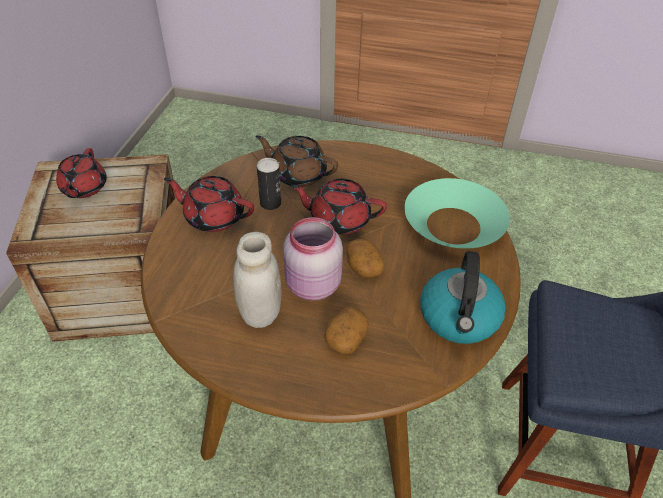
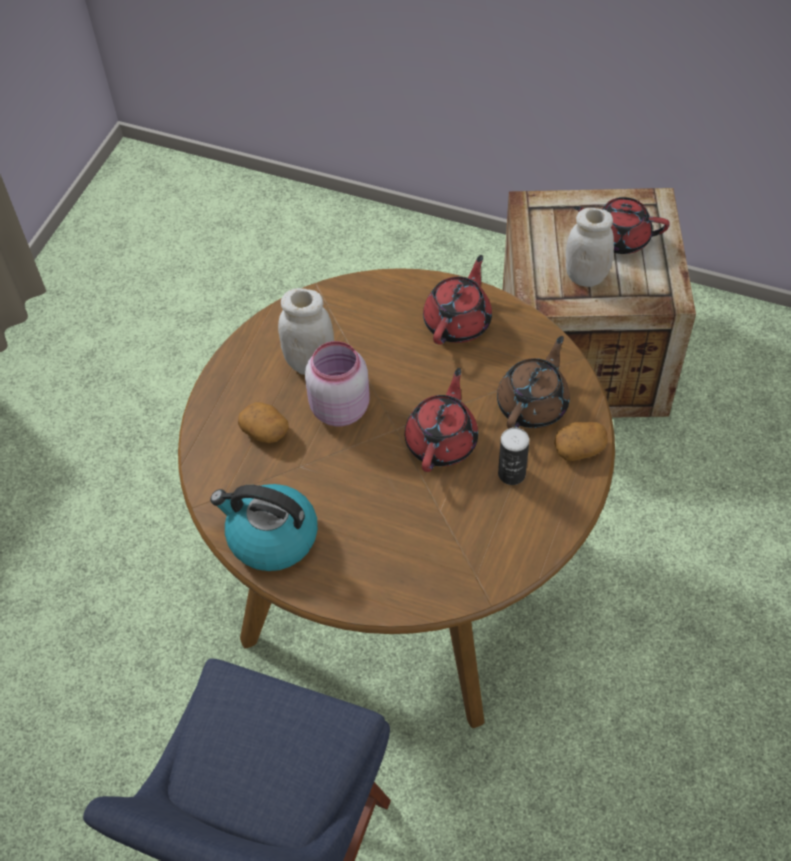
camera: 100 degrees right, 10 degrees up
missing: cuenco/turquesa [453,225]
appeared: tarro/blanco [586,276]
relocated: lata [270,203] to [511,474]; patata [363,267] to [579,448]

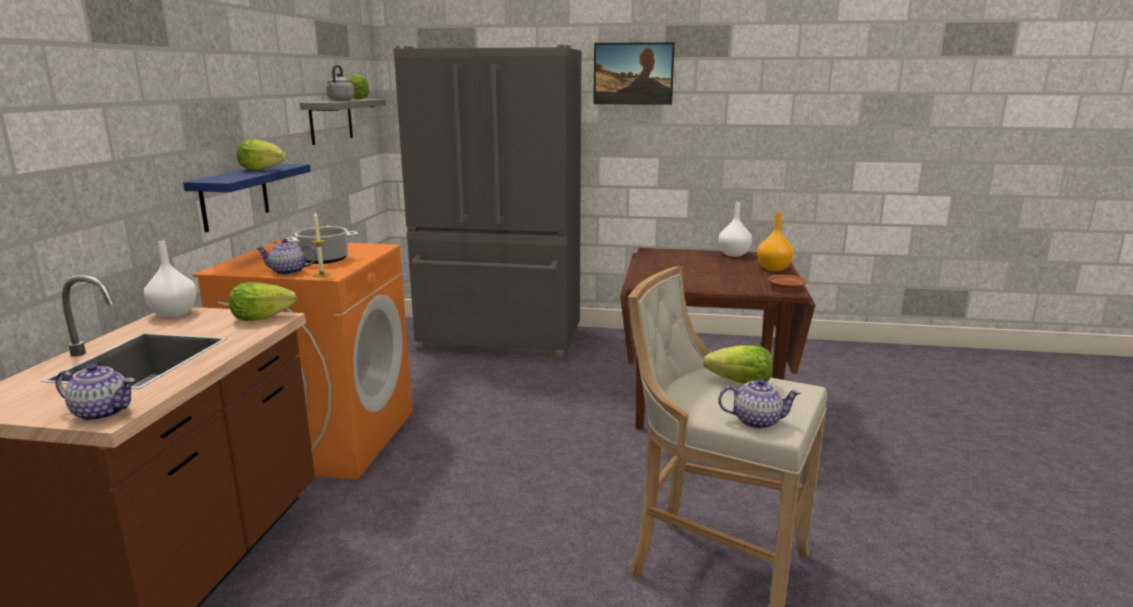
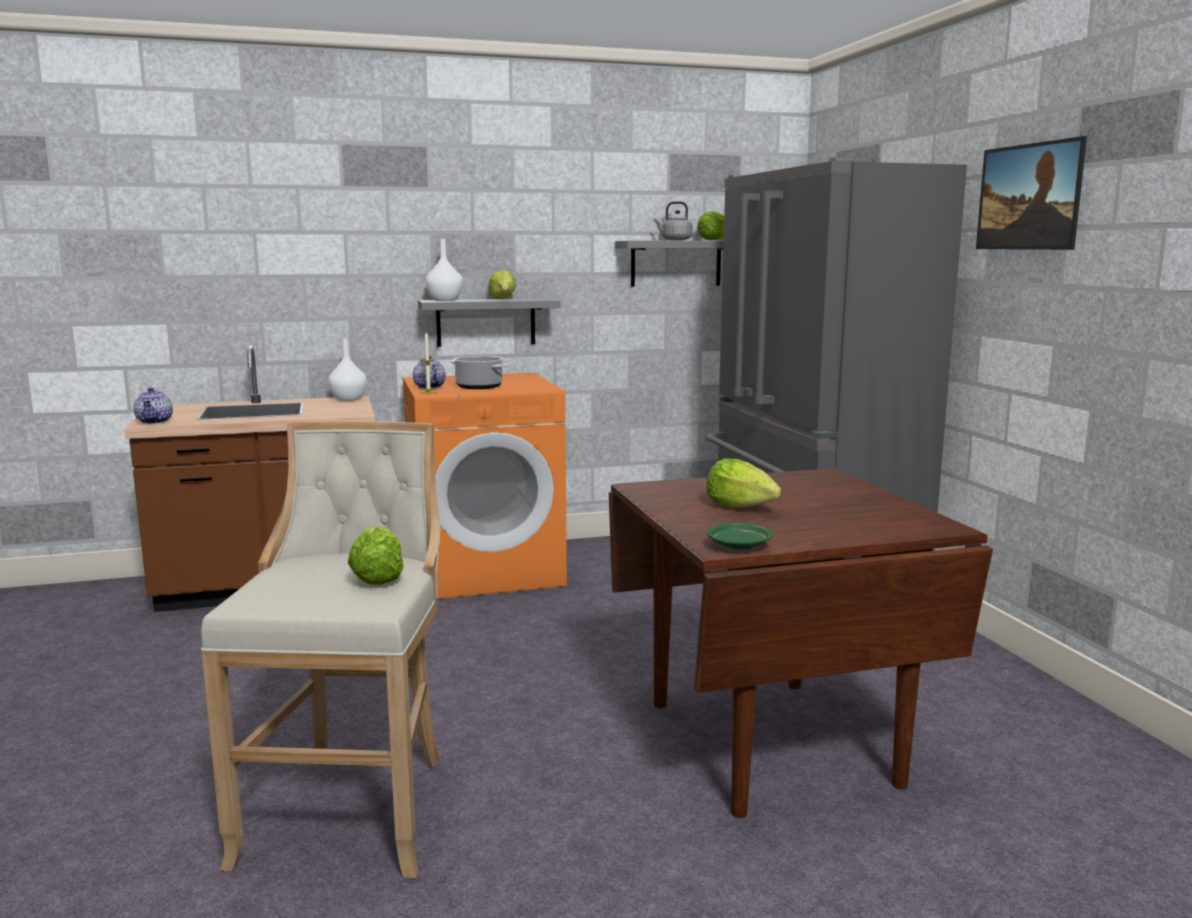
camera: 65 degrees right, 5 degrees down
missing: tetera [757,421]; florero/naranja [774,268]
relocated: lechuga [261,318] to [739,507]; florero/blanco [734,254] to [444,300]
colour: estante/azul [235,196] to estante/gris [486,322]; plato/marrón [786,287] to plato/verde [739,545]

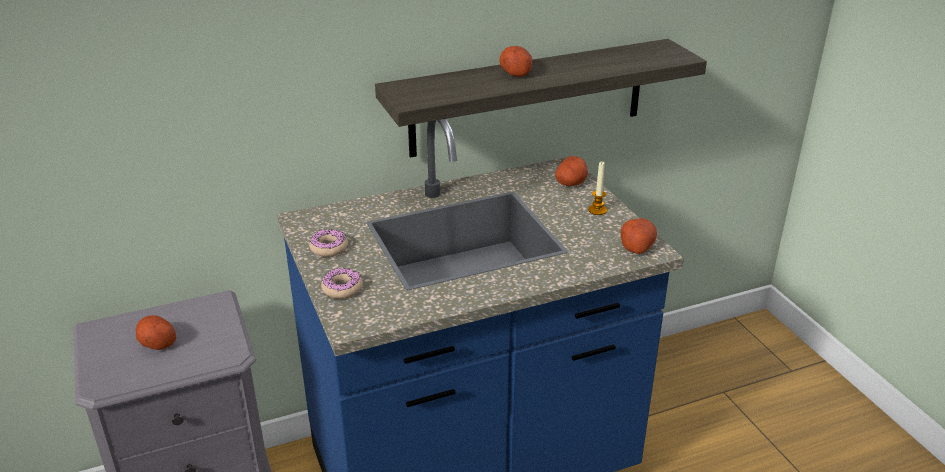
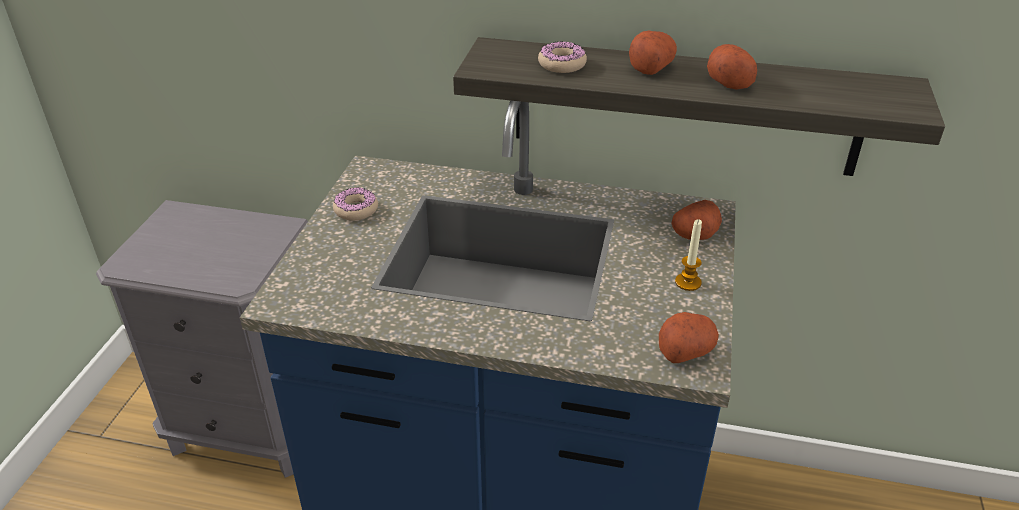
camera: 35 degrees right, 5 degrees up
relocated: patata [156,342] to [727,81]; rosquilla [342,288] to [562,64]

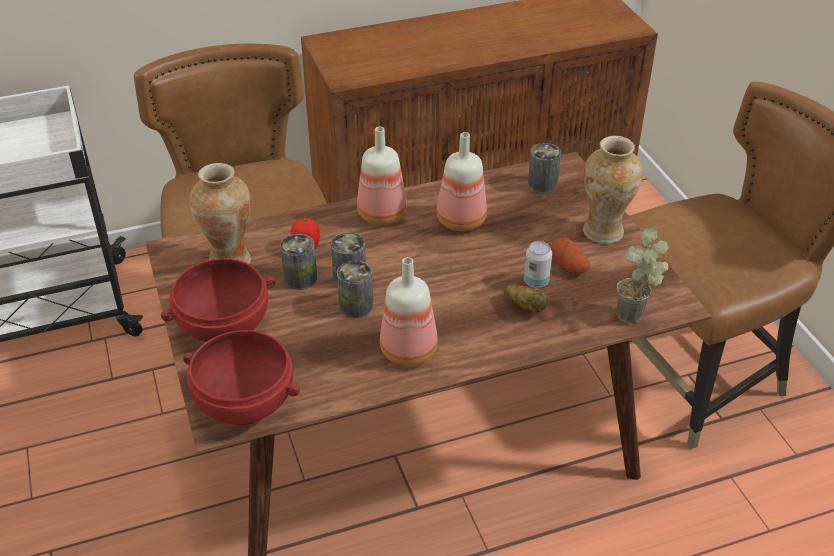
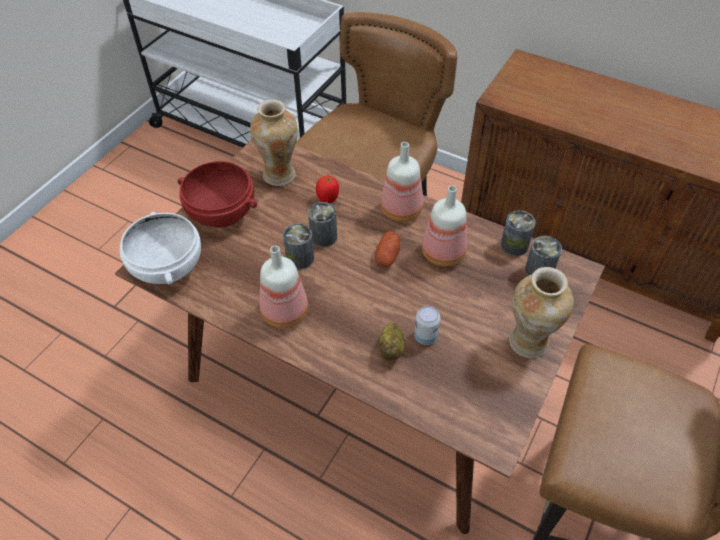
camera: 50 degrees right, 10 degrees up
missing: planta en maceta [636,318]
relocated: lata [300,278] to [514,245]; patata [569,265] to [387,256]
colour: cuenco/rojo [244,405] to cuenco/blanco [167,267]

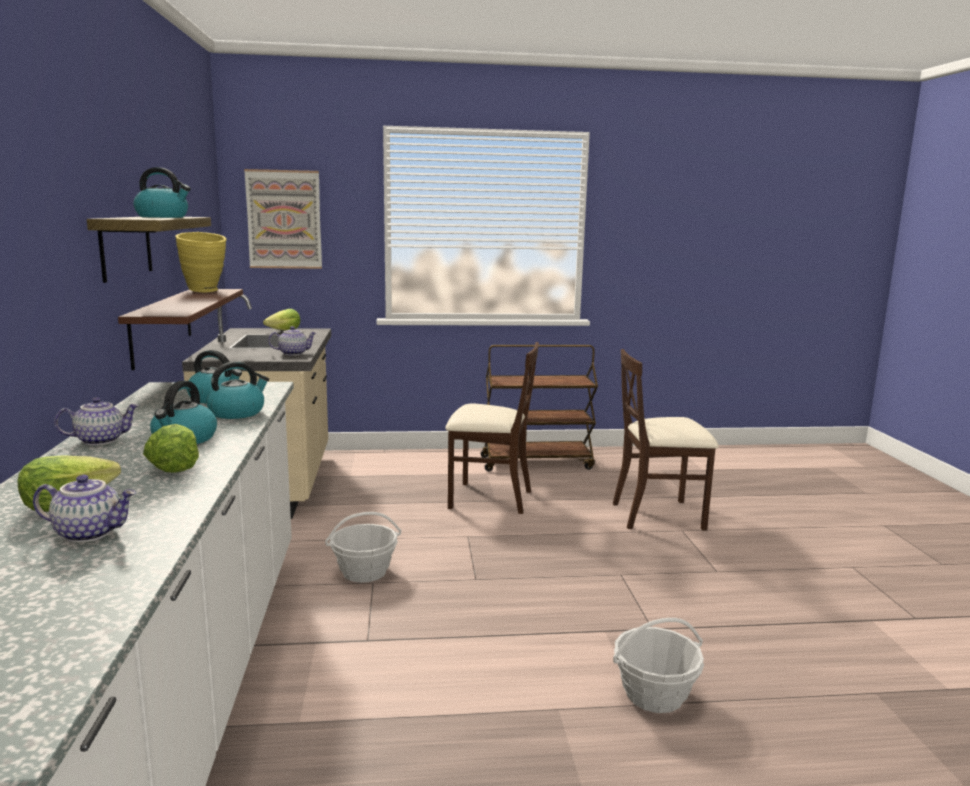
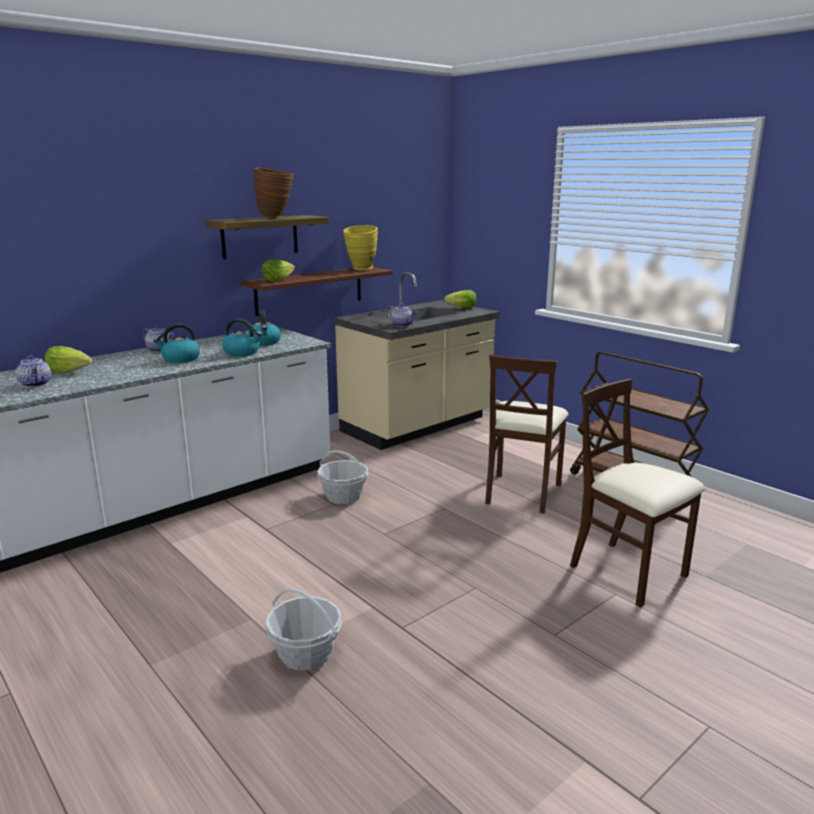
camera: 55 degrees right, 5 degrees up
missing: cuadro [284,219]
relocated: lechuga [174,466] to [277,280]
exchanged: hervidor [163,217] to florero/marrón [276,218]
spun: silla/beis [489,498] = [521,492] 45 degrees clockwise

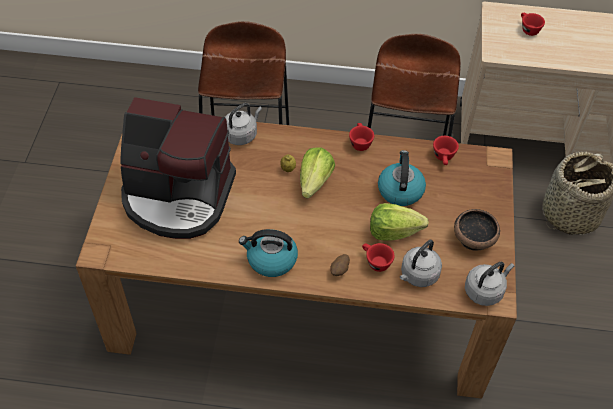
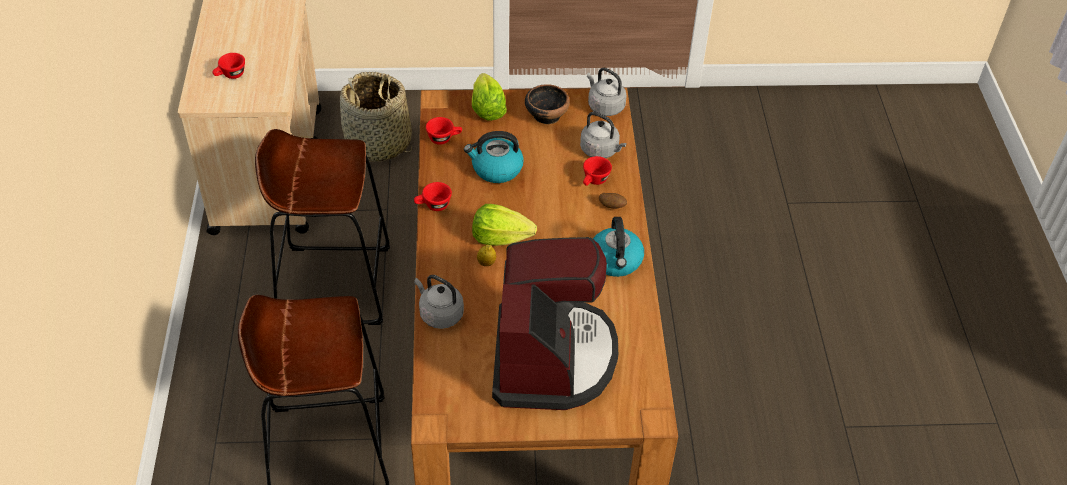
camera: 100 degrees left, 5 degrees down
relocated: lechuga [393,231] to [487,109]

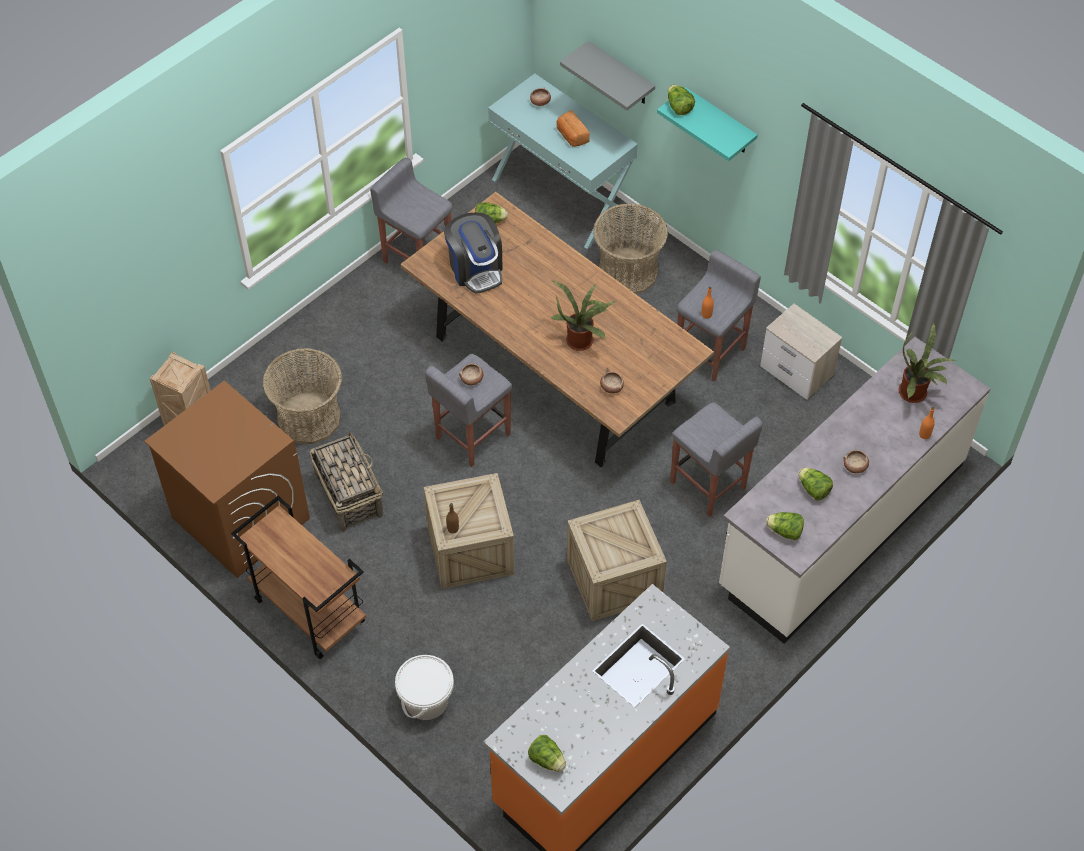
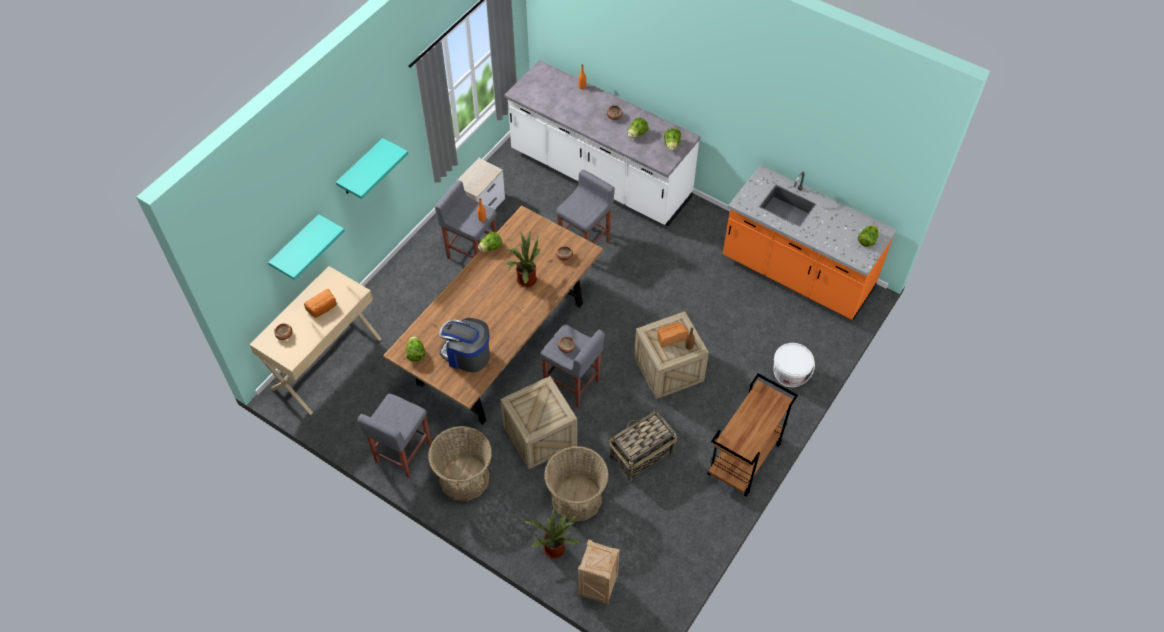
camera: 100 degrees left, 0 degrees up
missing: lavadora/marrón [239,518]
appeared: pan [671,337]
relocated: caja de embalaje [614,579] to [540,436]; cesta [628,271] to [464,478]; lechuga [679,107] to [491,248]; planta en maceta [915,394] to [554,546]
colour: mesa consola/turquesa [562,196] to mesa consola/beis [326,363]; estante/gris [621,74] to estante/turquesa [296,246]
spun: cafetera [475,269] = [467,355] 120 degrees counterclockwise

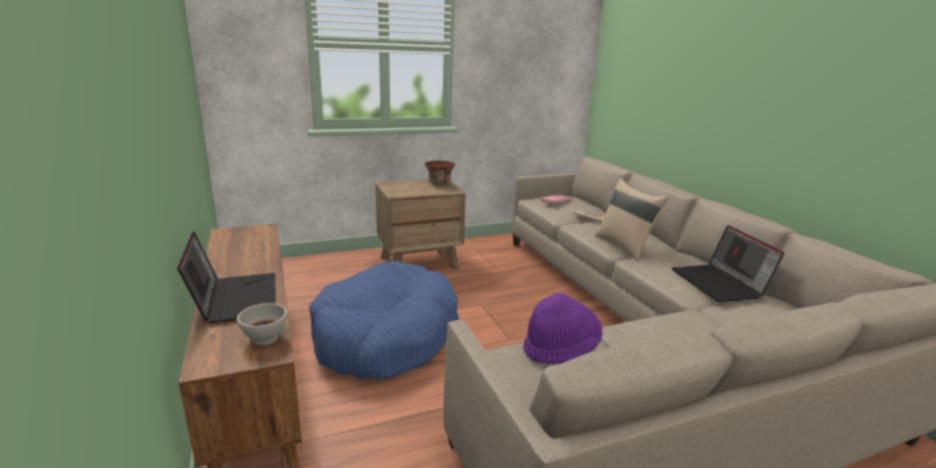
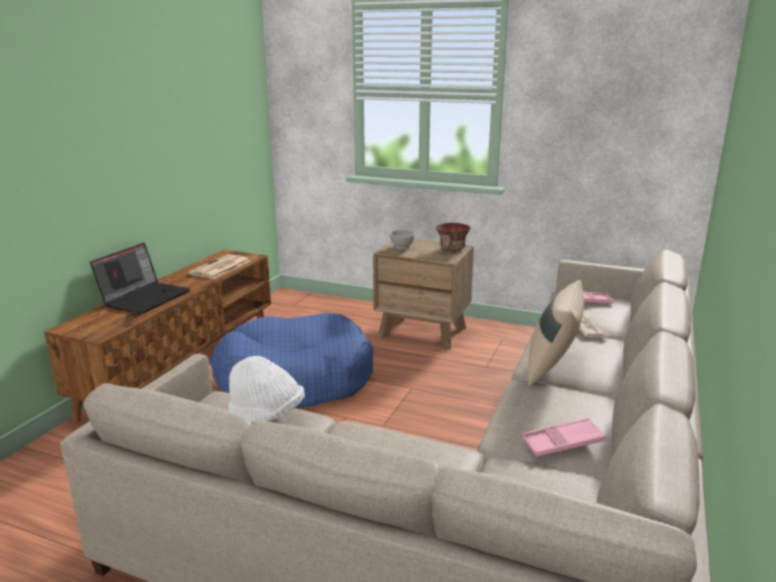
camera: 45 degrees right, 0 degrees up
appeared: periódico [220,268]
relocated: cuenco/blanco [264,338] to [401,247]
exchanged: portátil [720,284] to bandeja/rosa [562,443]
colour: sombrero/morado [561,349] to sombrero/blanco [267,415]

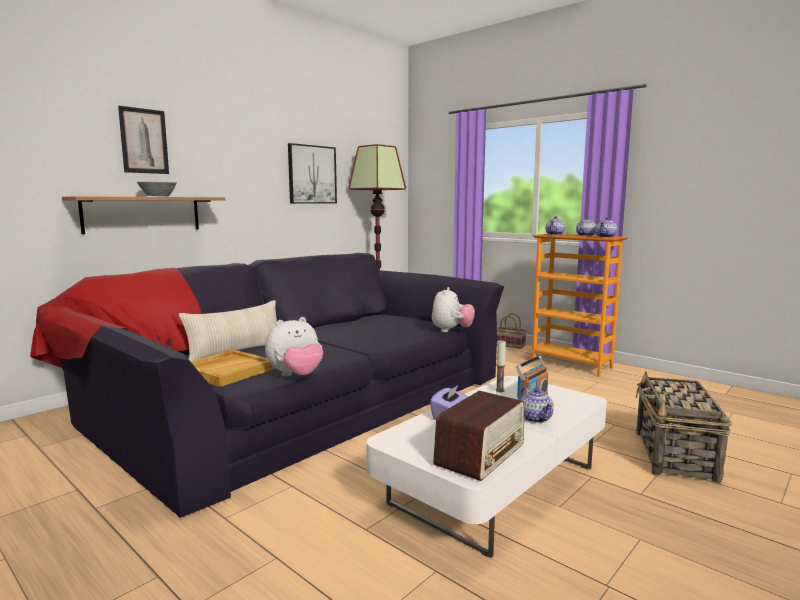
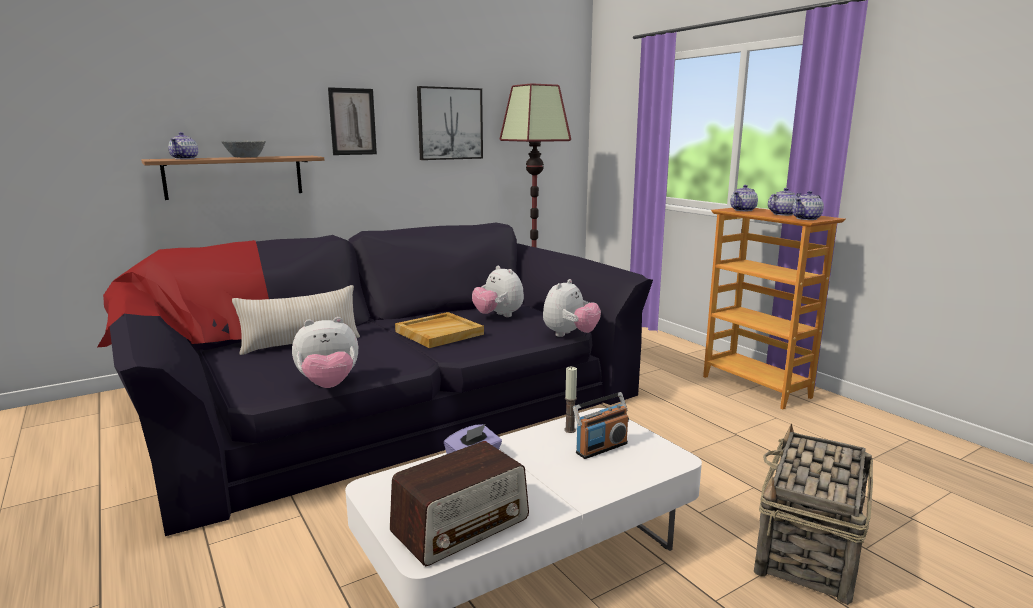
camera: 15 degrees right, 5 degrees up
missing: cesta [510,345]
appeared: peluche [498,316]
relocated: cuadro [144,141] to [352,121]; bandeja/beis [227,371] to [439,332]; tetera [535,418] to [185,158]

